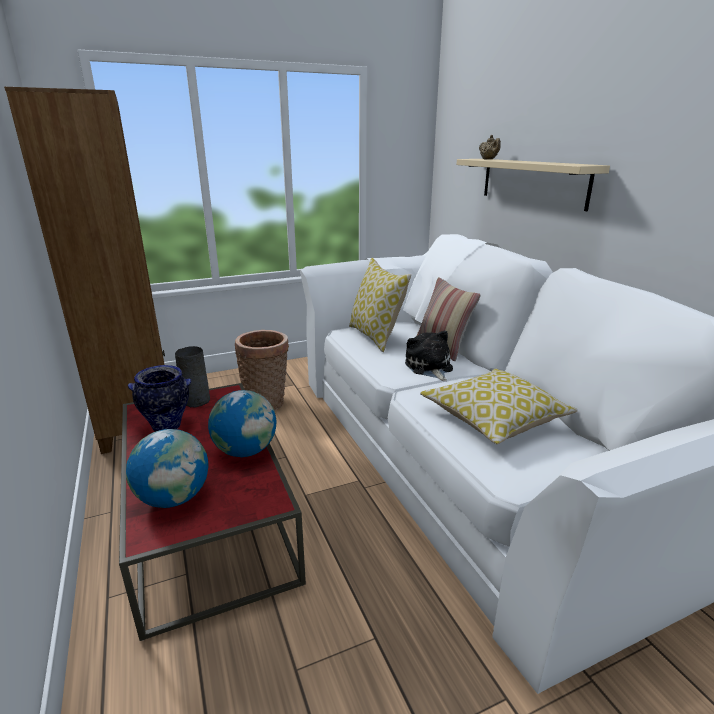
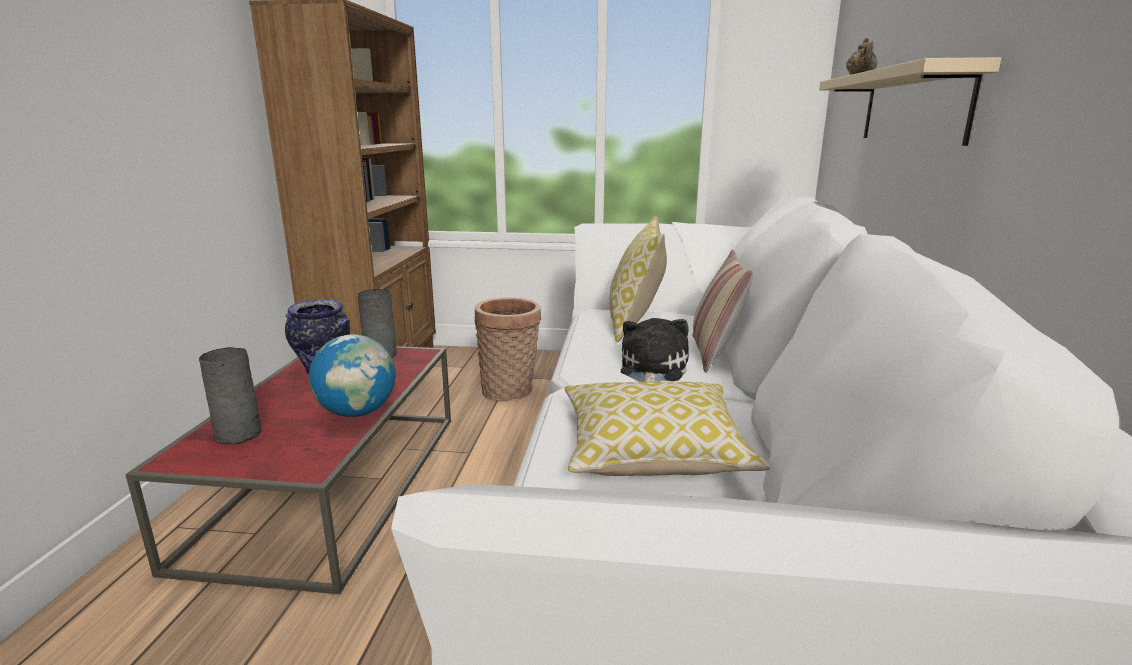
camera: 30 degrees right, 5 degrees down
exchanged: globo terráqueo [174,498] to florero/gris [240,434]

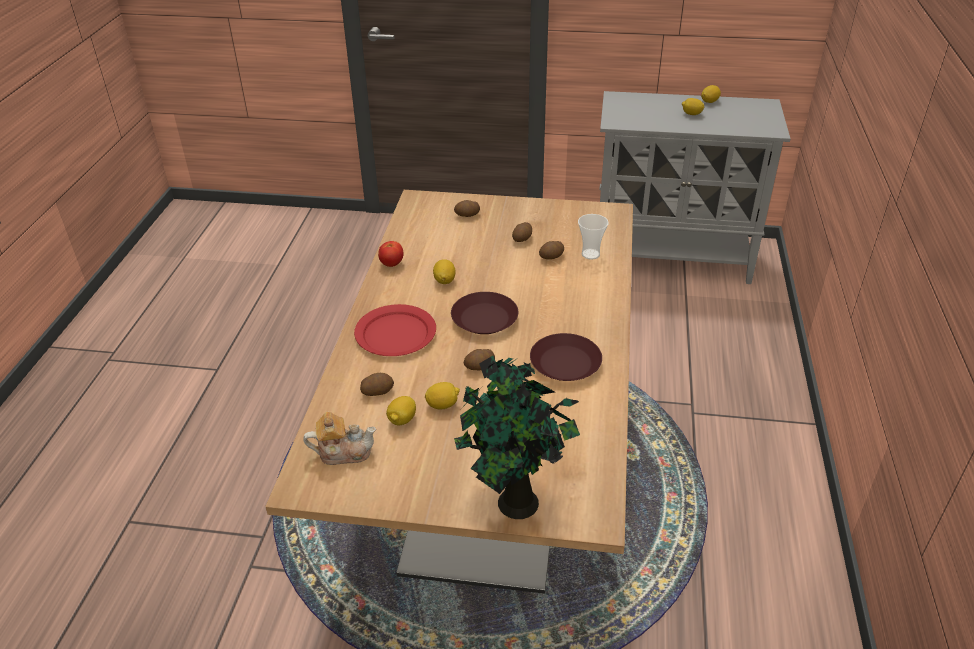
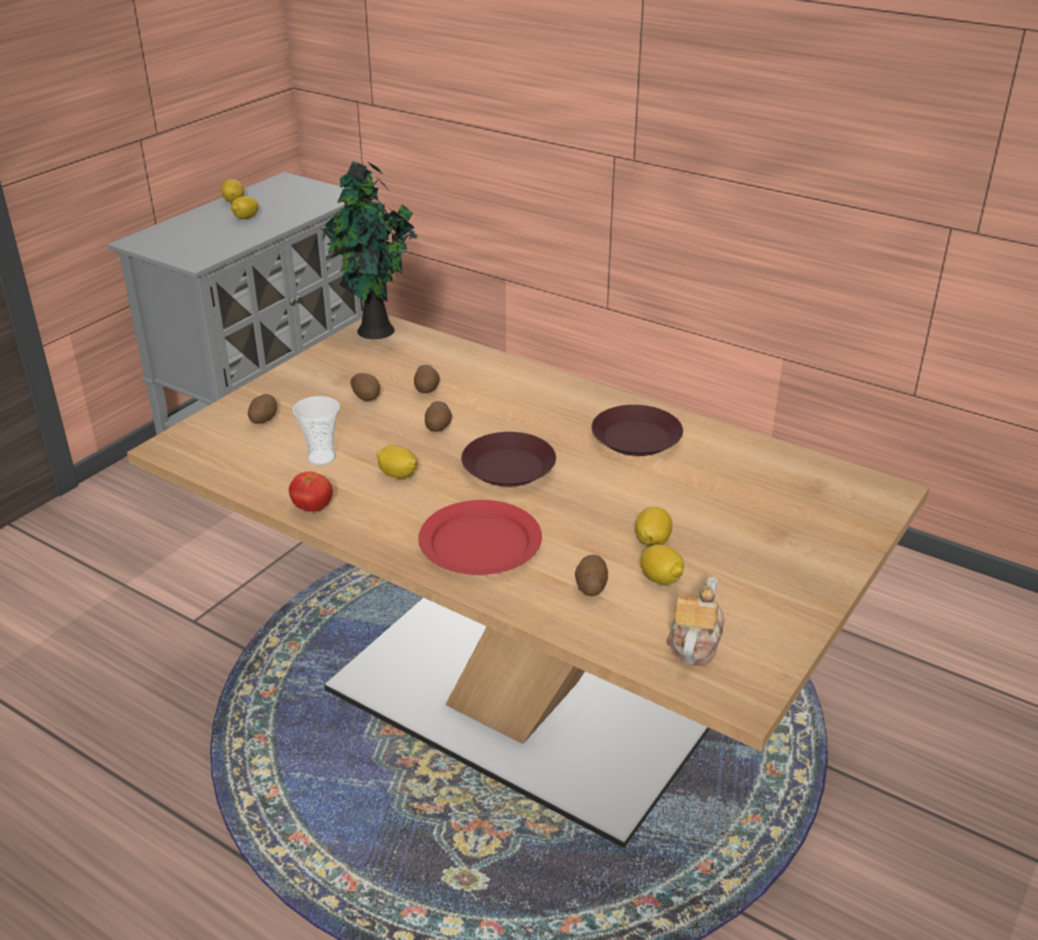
camera: 65 degrees left, 5 degrees down
relocated: planta en maceta [515,505] to [376,332]; patata [480,367] to [438,426]; taza [590,254] to [321,458]

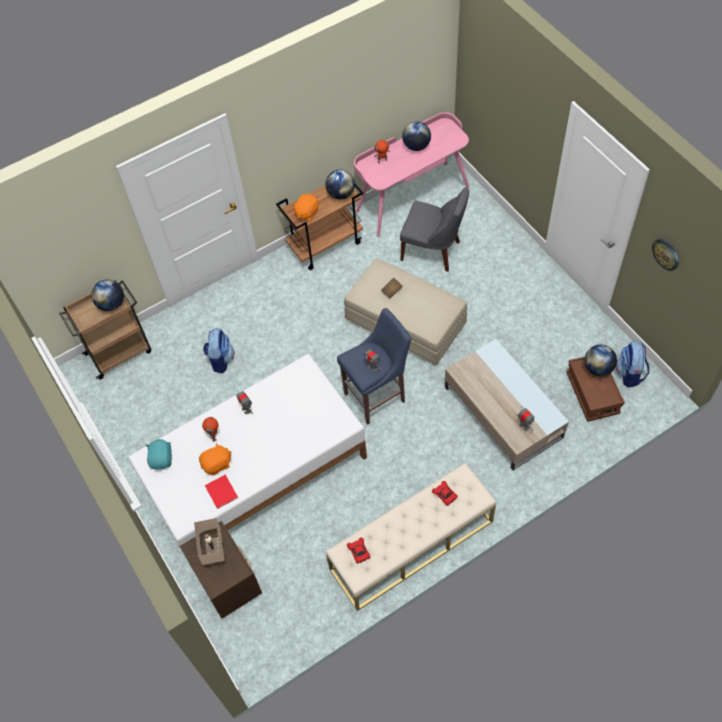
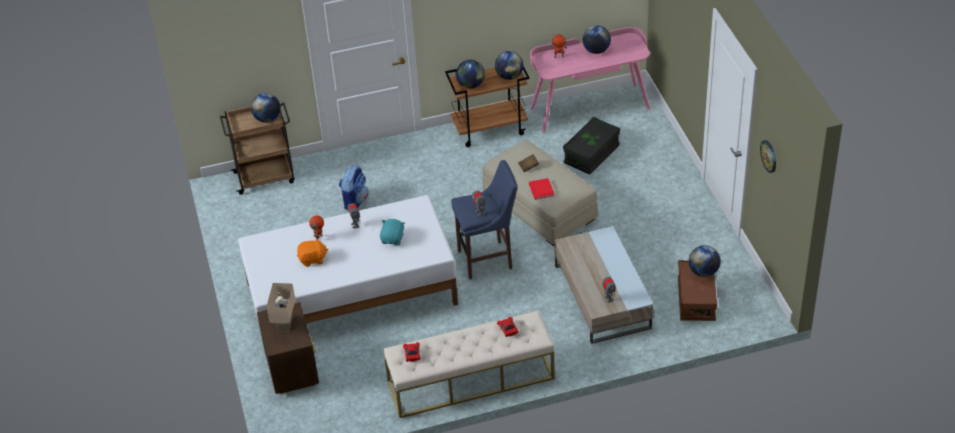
camera: 15 degrees right, 15 degrees down
missing: mochila [629,374]
relocated: peluche/turquesa [162,459] to [393,239]; libro/rojo [221,491] to [541,189]
exchanged: peluche/naranja [306,213] to globo terráqueo [471,85]; silla/gris [433,251] to caja de almacenaje/negro [591,155]

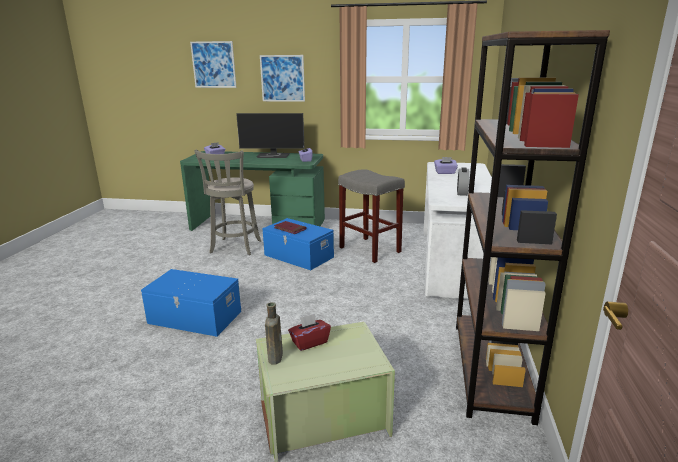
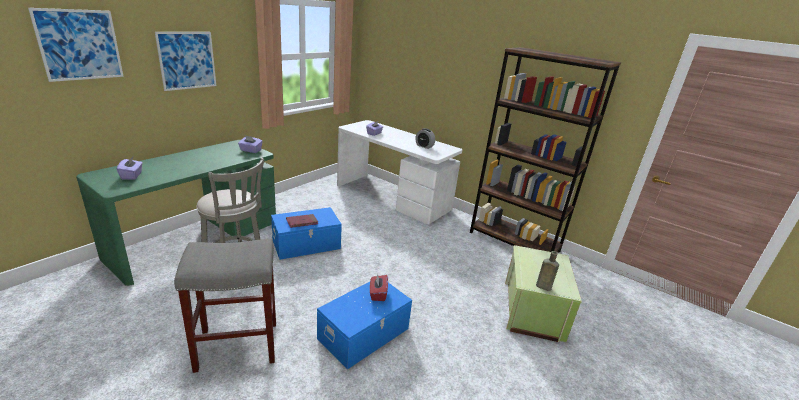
camera: 65 degrees left, 5 degrees up
missing: monitor [274,156]
relocated: caja de pañuelos/rojo [309,342] to [378,294]; taburete/gris [369,249] to [236,346]

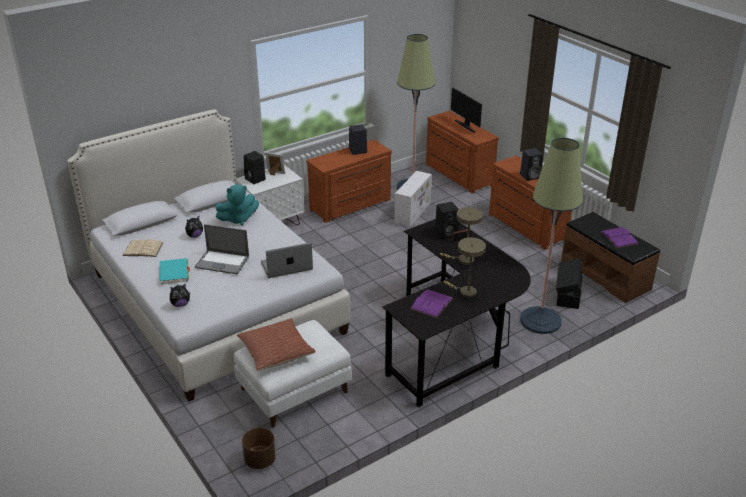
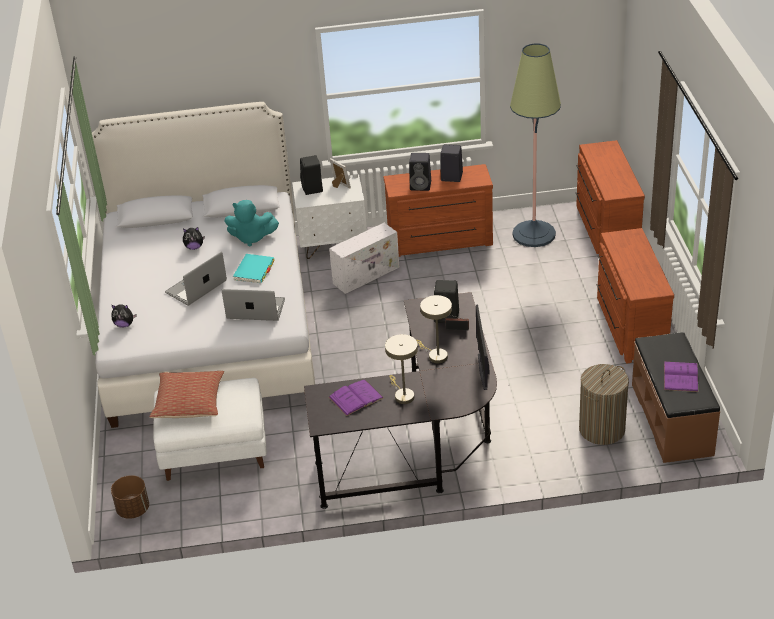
camera: 30 degrees right, 5 degrees up
missing: libro/beis [143,249]; lámpara de pie [540,320]
relocated: libro/turquesa [174,273] to [254,270]; caja de almacenaje/blanco [413,212] to [367,275]; monitor [465,126] to [484,371]; altavoz/negro [530,176] to [421,185]
exchanged: caja de almacenaje/negro [567,294] to cesto de la ropa [601,429]
spun: portátil [222,262] = [196,287] 90 degrees clockwise

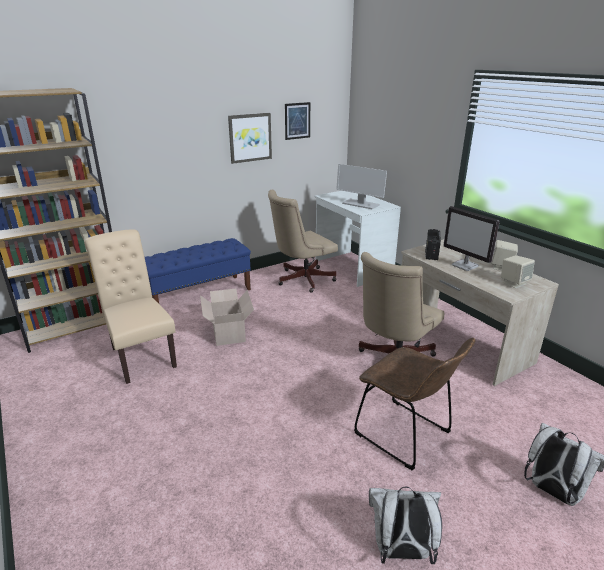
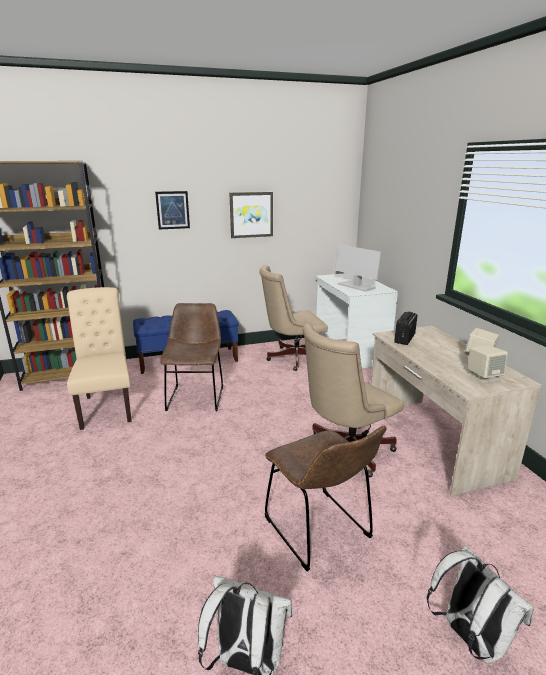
camera: 15 degrees right, 5 degrees down
missing: monitor [465,266]
relocated: cuadro [297,121] to [172,210]
exchanged: caja de cartón [228,331] to silla/marrón [196,396]

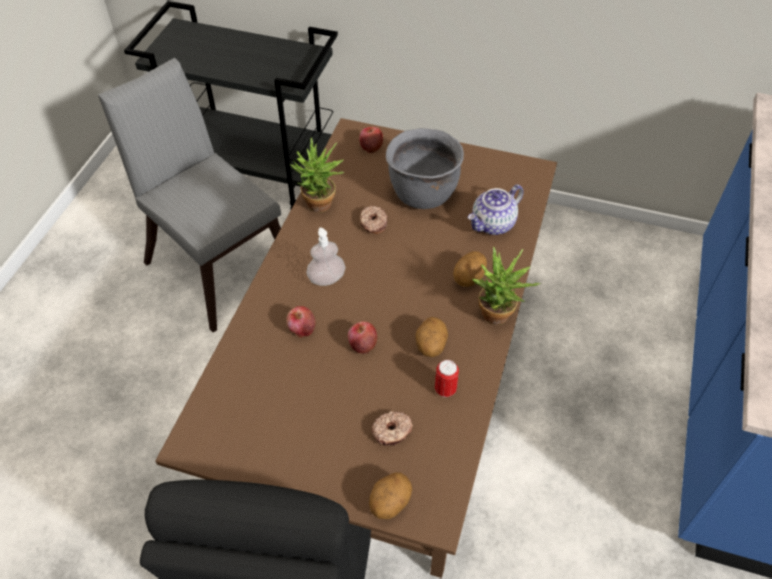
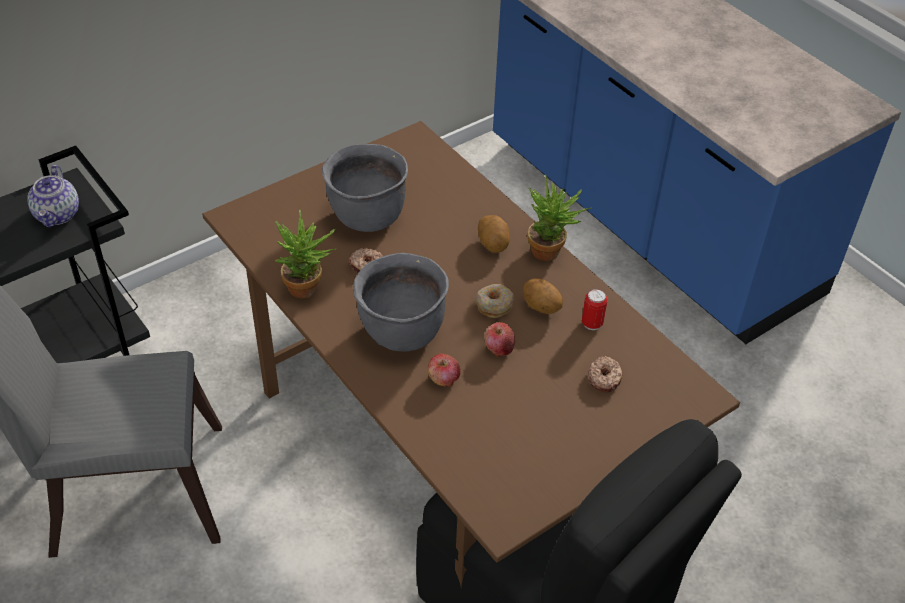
camera: 55 degrees left, 5 degrees down
missing: manzana [371,146]; patata [390,502]
appeared: rosquilla [494,305]
relocated: tetera [493,224] to [58,215]
exchanged: dispensador de jabón [326,279] to olla/gris [401,332]

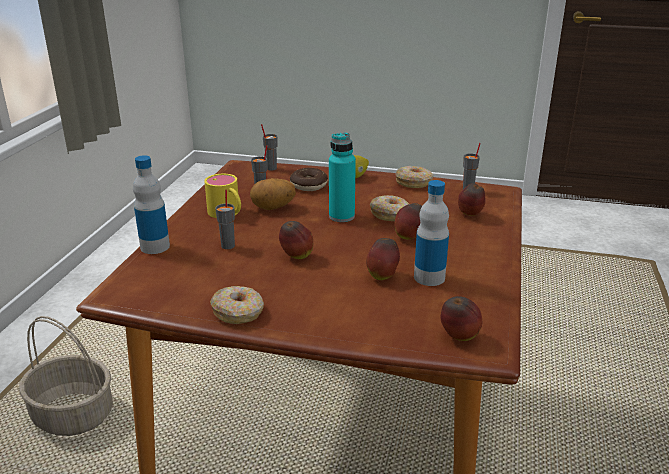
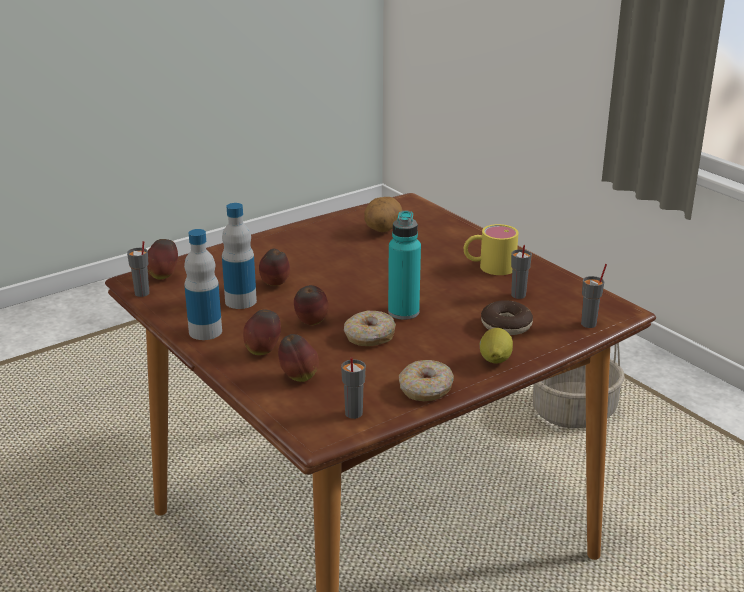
camera: 130 degrees right, 0 degrees up
missing: rosquilla [238,312]
relocated: botella [155,247] to [205,331]; taza/gris [228,245] to [142,293]; patata [273,208] to [382,230]; manzana [296,257] to [263,352]

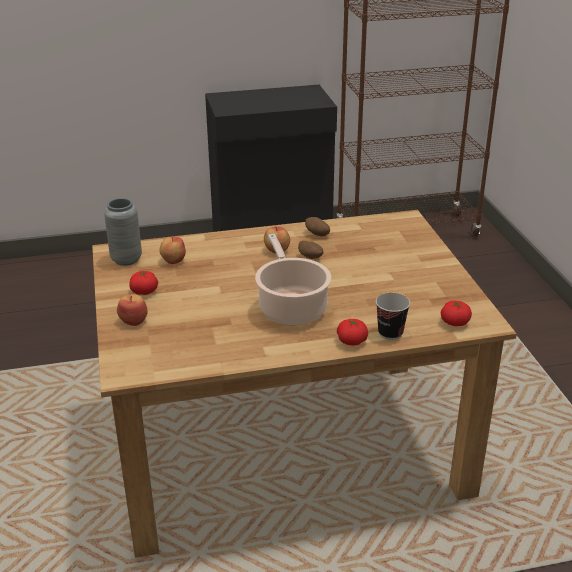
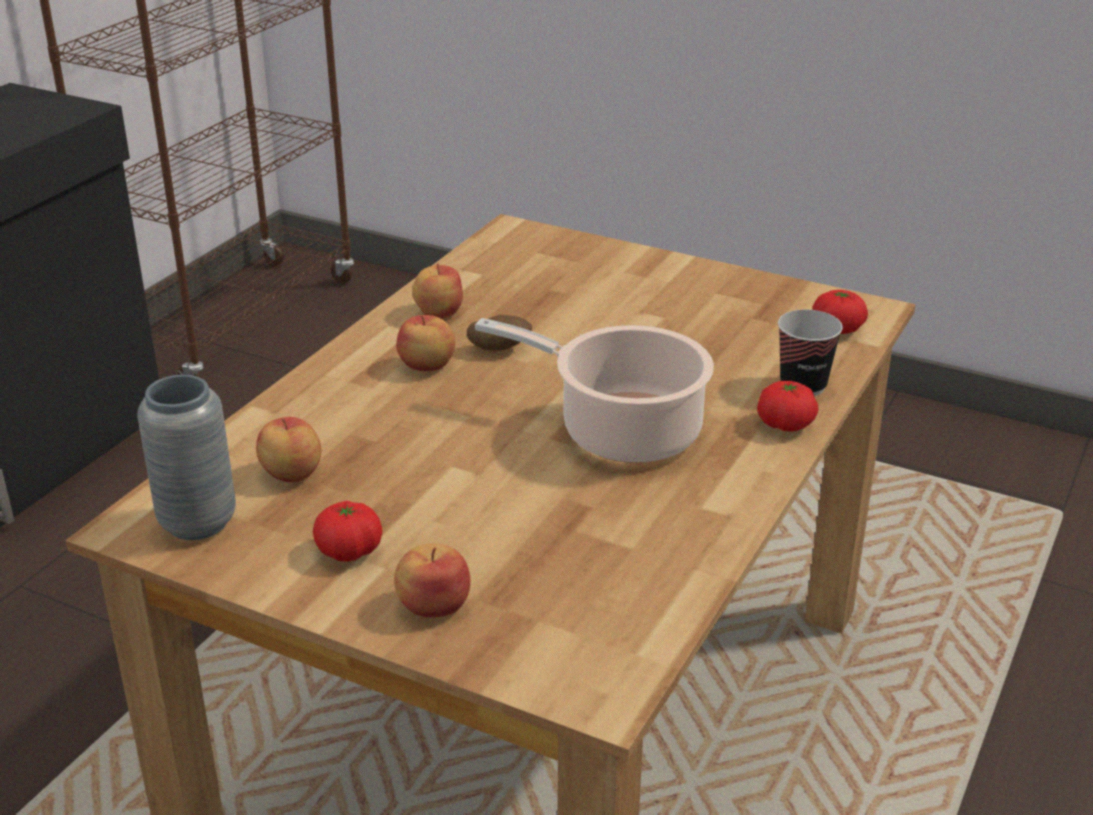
camera: 50 degrees left, 0 degrees up
exchanged: patata [317,234] to manzana [438,313]

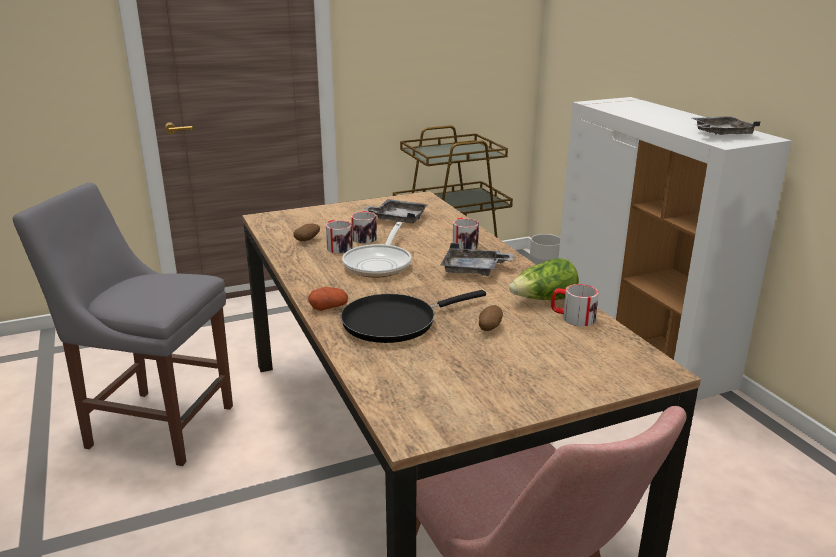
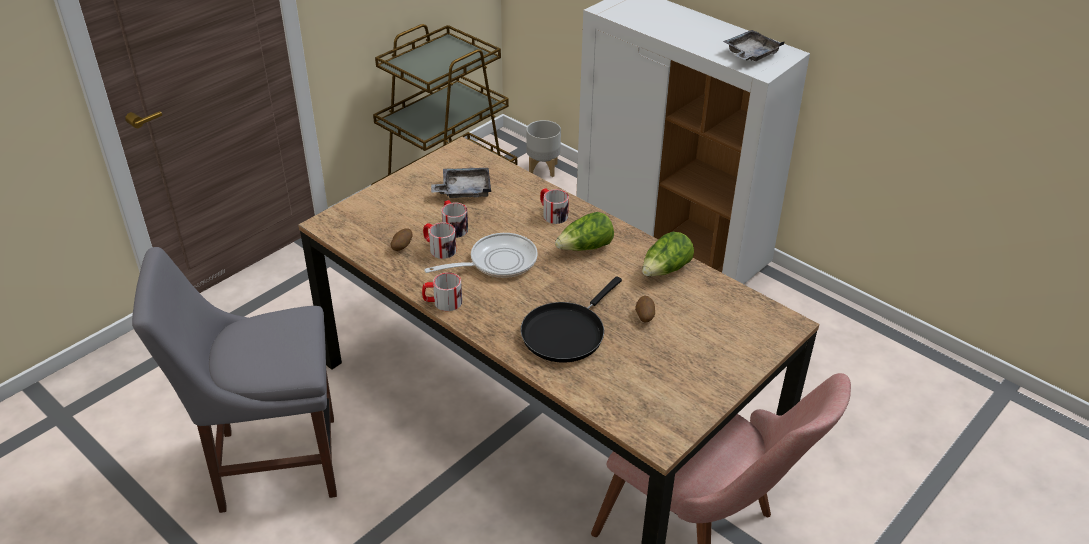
camera: 25 degrees left, 15 degrees up
missing: patata [328,307]
relocated: taza grande [572,318] to [442,302]
exchanged: bandeja/gris [474,270] to lechuga [585,248]
spun: sartén [379,264] = [497,262] 105 degrees counterclockwise

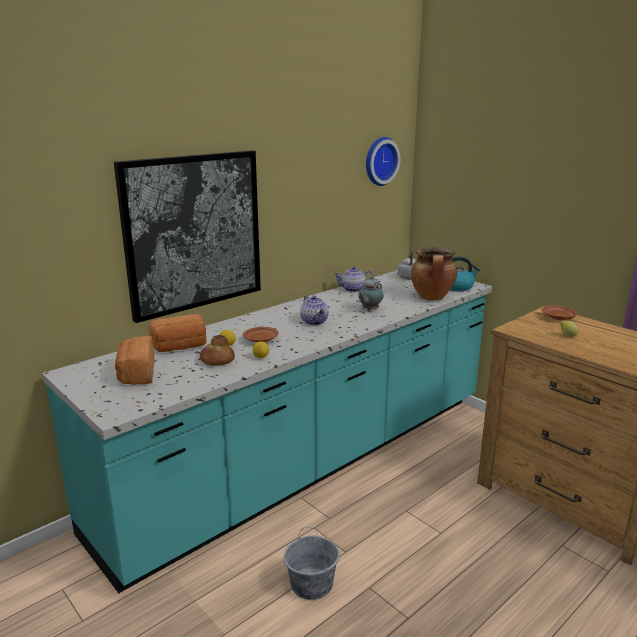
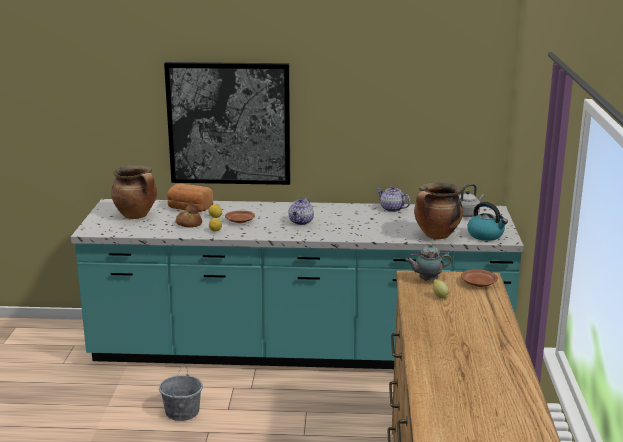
camera: 45 degrees right, 0 degrees up
missing: reloj de pared [379,161]
relocated: tetera [369,310] to [427,280]
exchanged: pan [136,374] to olla [137,215]

